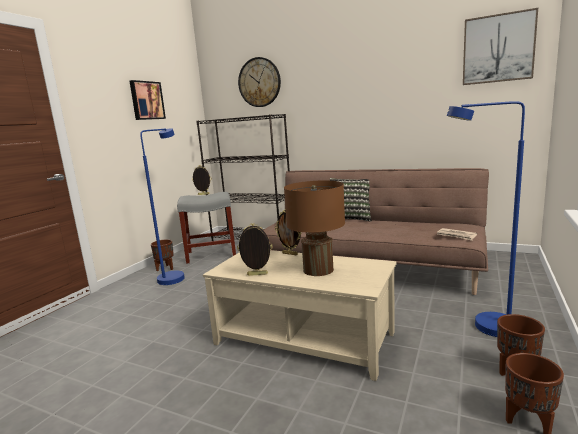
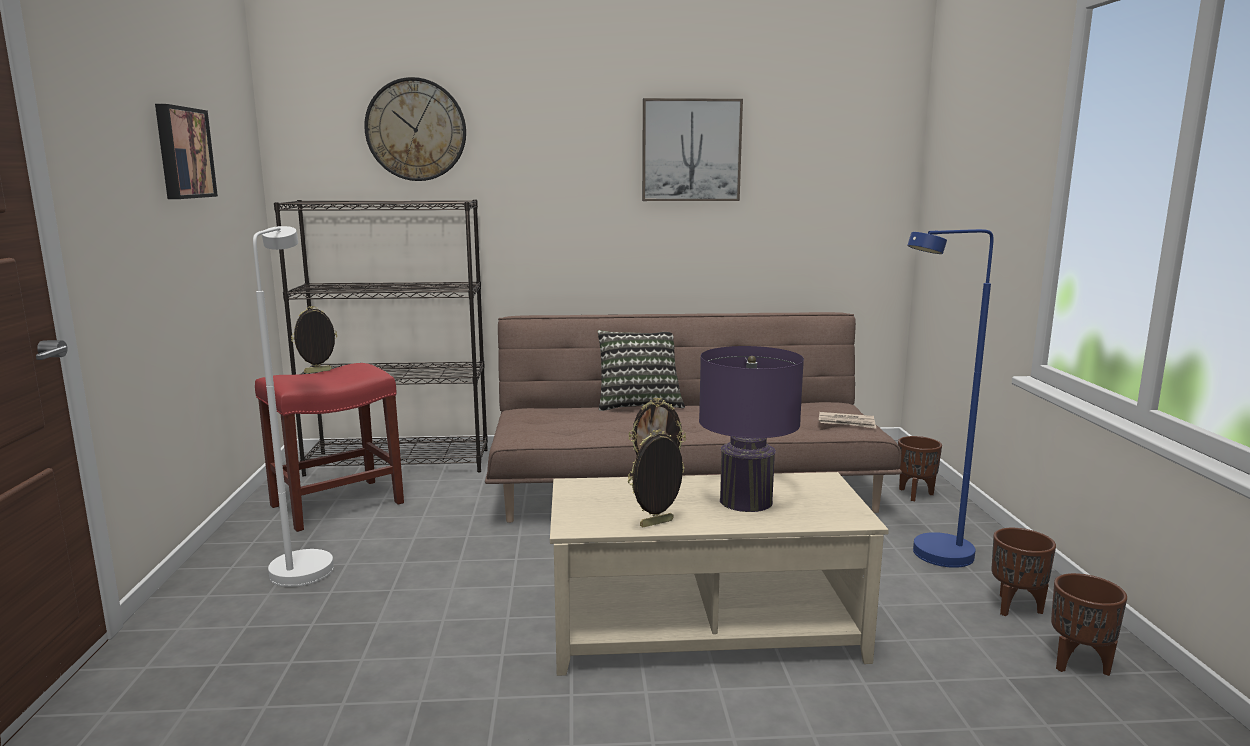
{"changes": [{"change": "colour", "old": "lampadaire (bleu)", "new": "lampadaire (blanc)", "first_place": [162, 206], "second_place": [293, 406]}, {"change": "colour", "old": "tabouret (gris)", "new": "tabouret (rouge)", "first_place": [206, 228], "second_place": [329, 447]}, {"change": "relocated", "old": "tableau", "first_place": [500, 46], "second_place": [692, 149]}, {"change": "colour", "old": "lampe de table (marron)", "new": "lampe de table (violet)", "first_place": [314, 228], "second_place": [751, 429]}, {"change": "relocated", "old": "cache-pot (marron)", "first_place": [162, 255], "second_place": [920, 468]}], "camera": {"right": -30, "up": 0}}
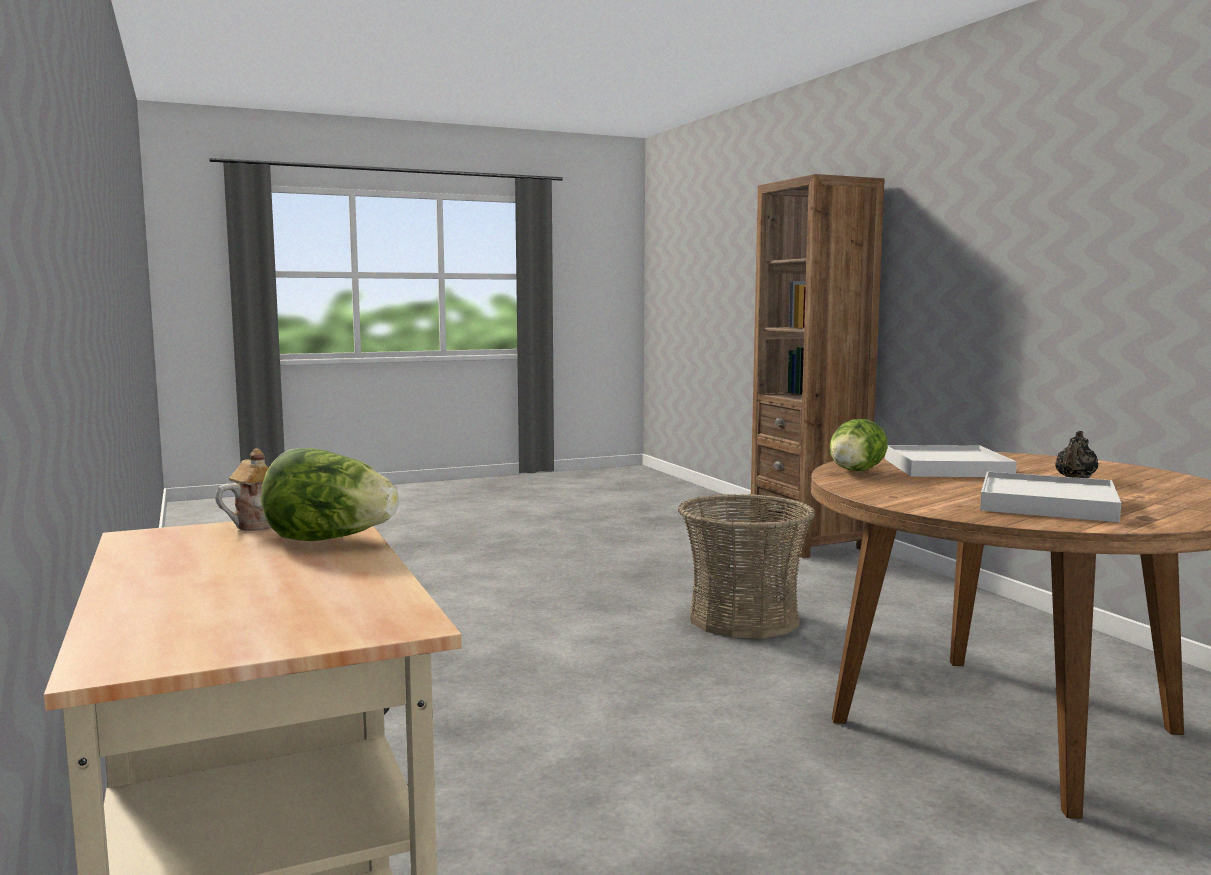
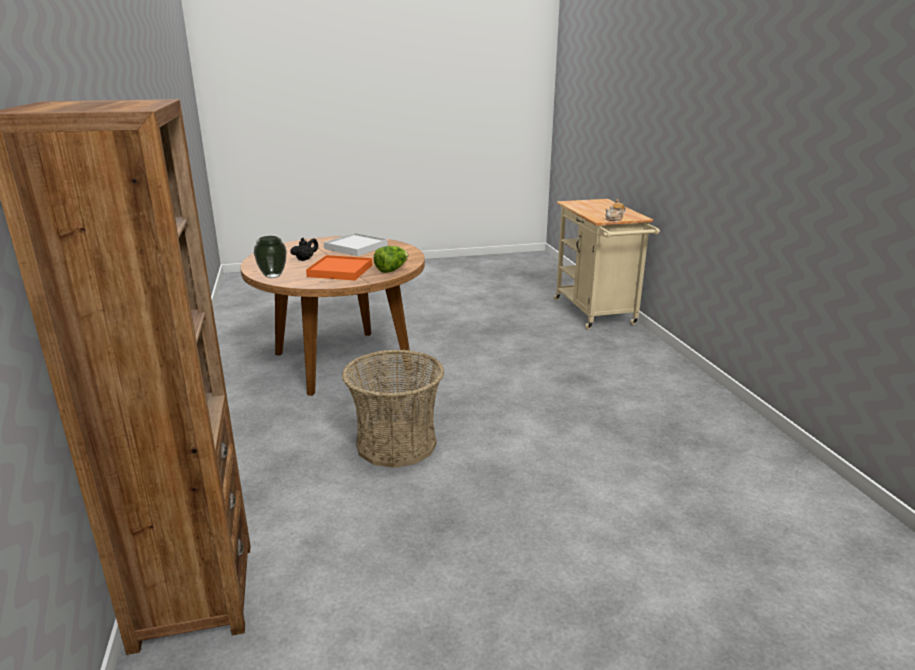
{"changes": [{"change": "appeared", "new": "vase", "second_place": [270, 257]}, {"change": "colour", "old": "plateau (blanc)", "new": "plateau (orange)", "first_place": [951, 461], "second_place": [339, 267]}, {"change": "missing", "old": "laitue", "first_place": [330, 494]}], "camera": {"right": -170, "up": 15}}
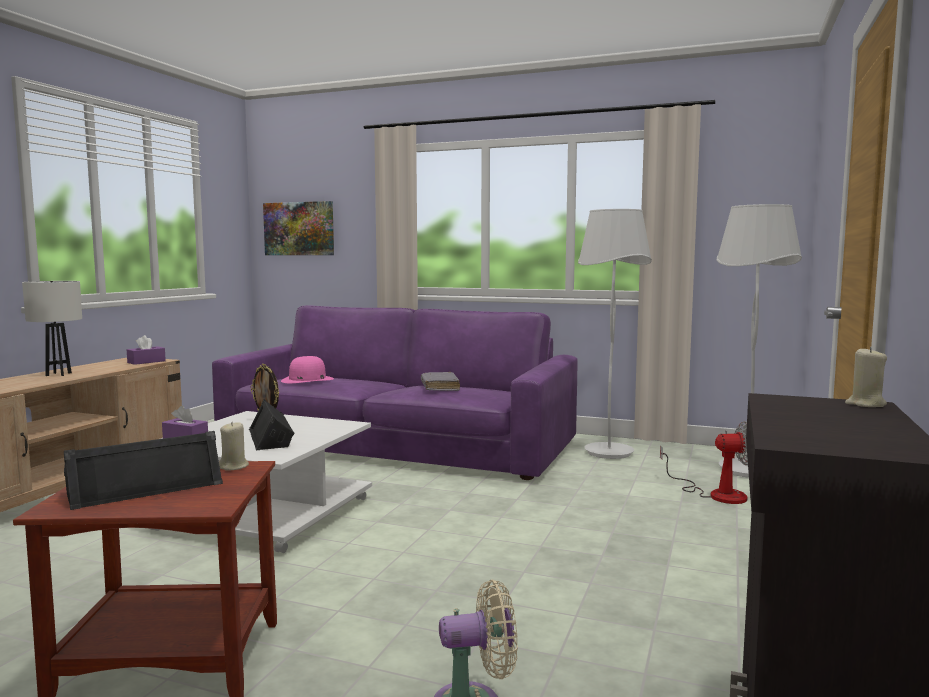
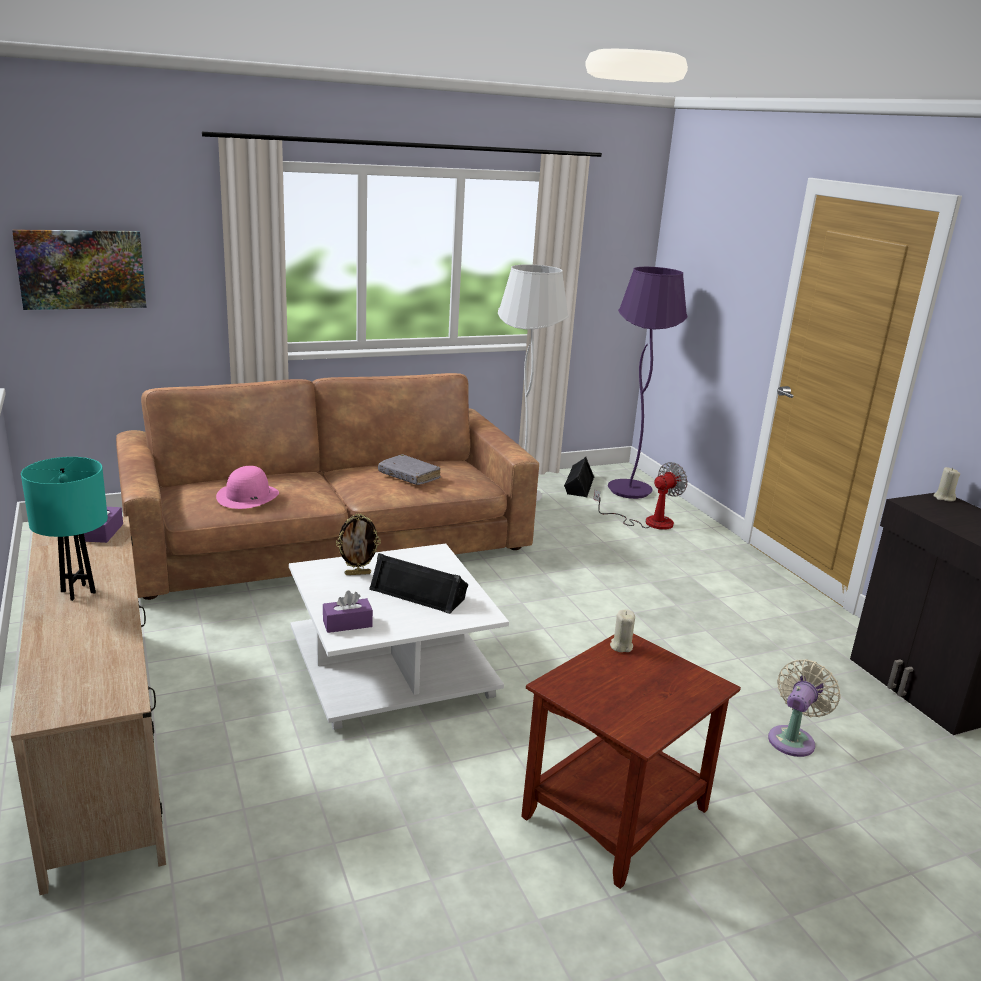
{"changes": [{"change": "colour", "old": "lampe de table (blanc)", "new": "lampe de table (turquoise)", "first_place": [52, 328], "second_place": [64, 529]}, {"change": "colour", "old": "canapé (violet)", "new": "canapé (marron)", "first_place": [395, 392], "second_place": [327, 486]}, {"change": "relocated", "old": "enceinte (noir)", "first_place": [143, 470], "second_place": [579, 477]}, {"change": "colour", "old": "lampadaire (blanc)", "new": "lampadaire (violet)", "first_place": [759, 341], "second_place": [647, 383]}], "camera": {"right": -45, "up": 15}}
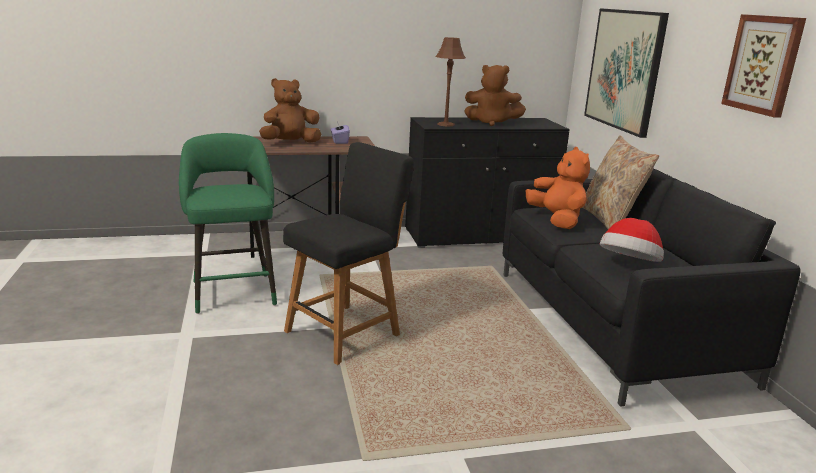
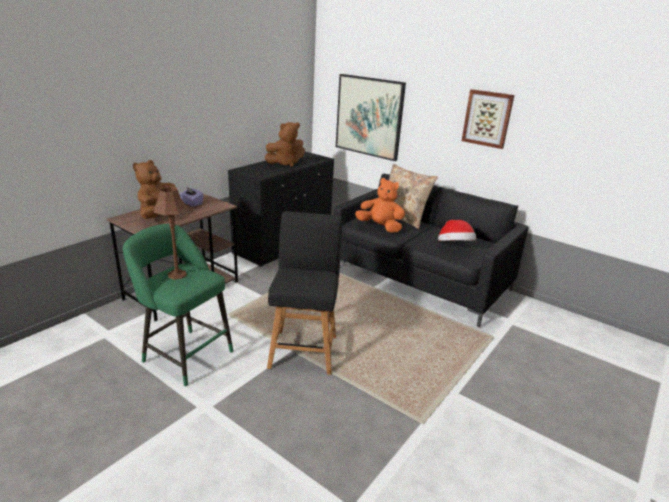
{"changes": [{"change": "relocated", "old": "lampe de table (marron)", "first_place": [450, 82], "second_place": [170, 233]}], "camera": {"right": -40, "up": 5}}
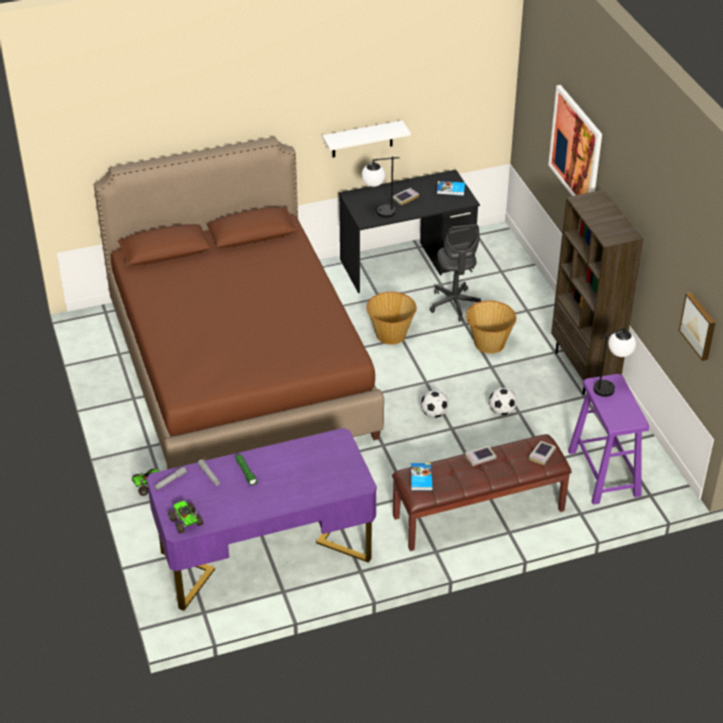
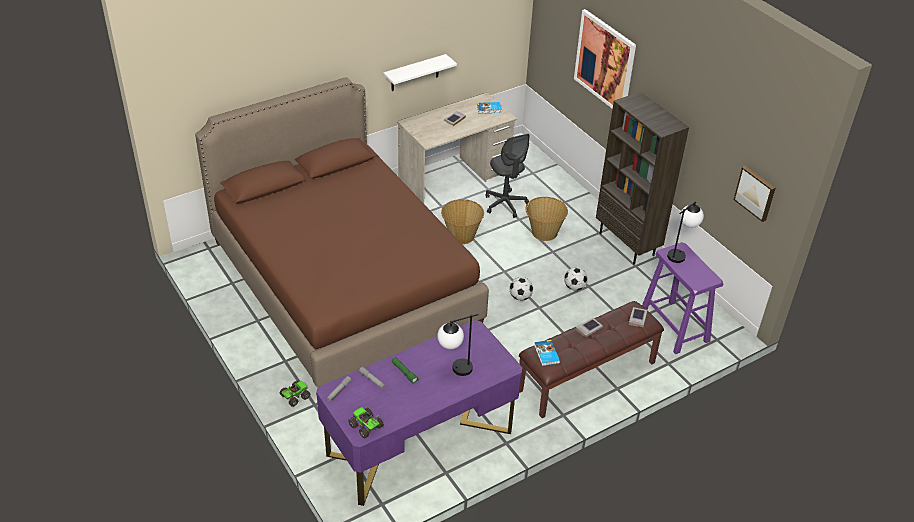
{"changes": [{"change": "colour", "old": "bureau (noir)", "new": "bureau (beige)", "first_place": [409, 231], "second_place": [457, 148]}, {"change": "relocated", "old": "lampe de table", "first_place": [380, 187], "second_place": [458, 345]}], "camera": {"right": -15, "up": 0}}
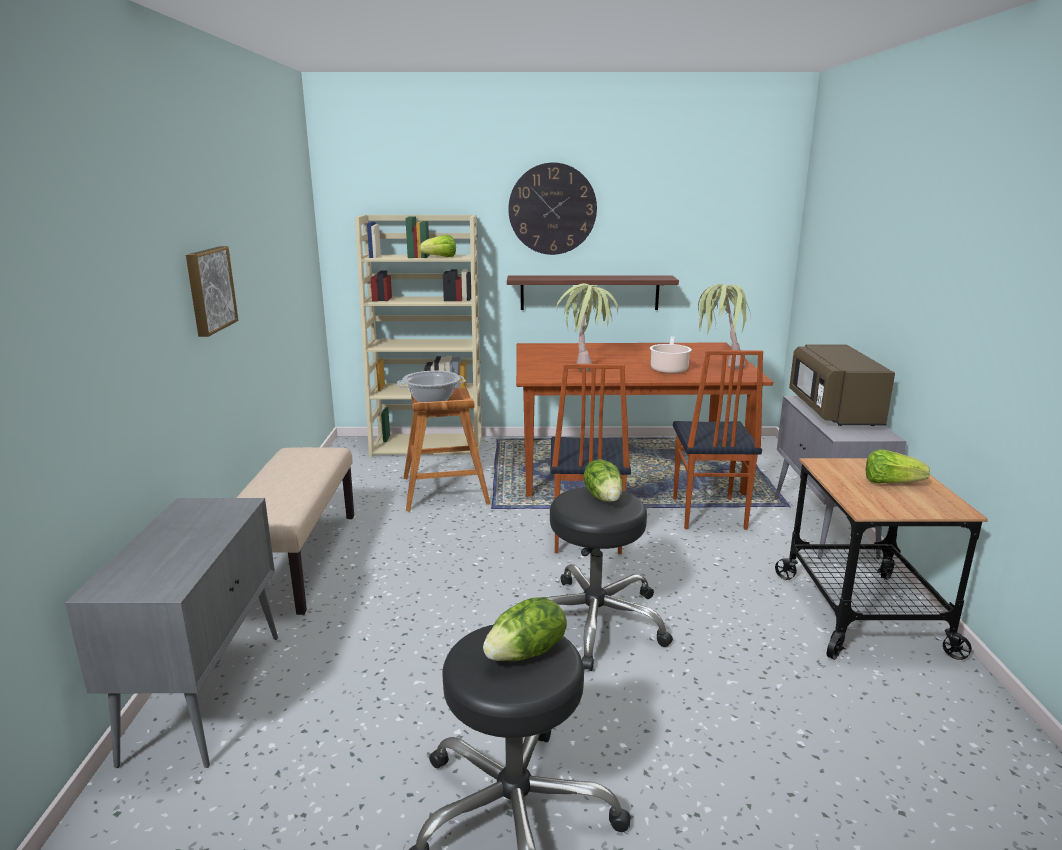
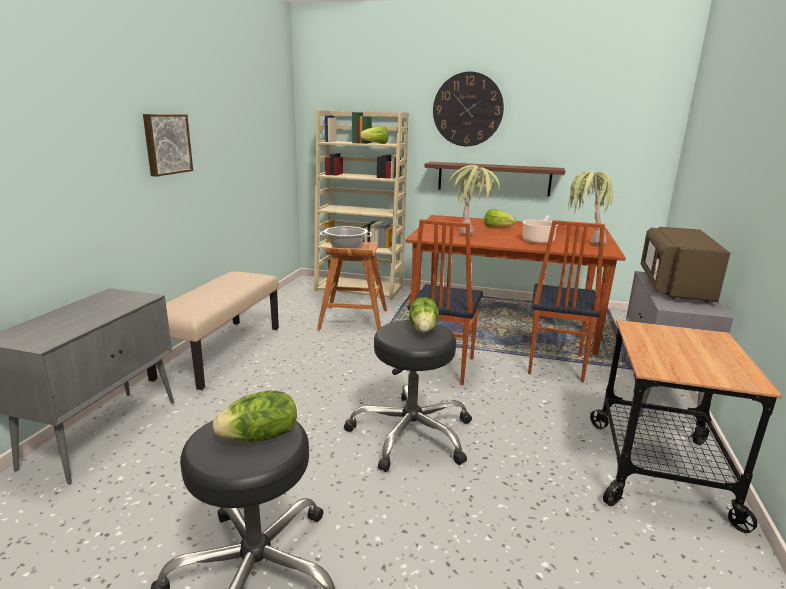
{"changes": [{"change": "relocated", "old": "laitue", "first_place": [898, 466], "second_place": [500, 218]}], "camera": {"right": 15, "up": 0}}
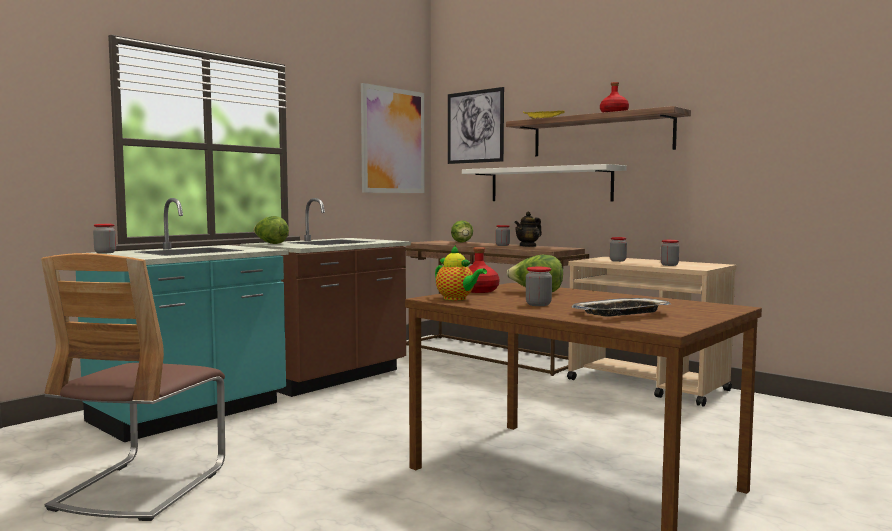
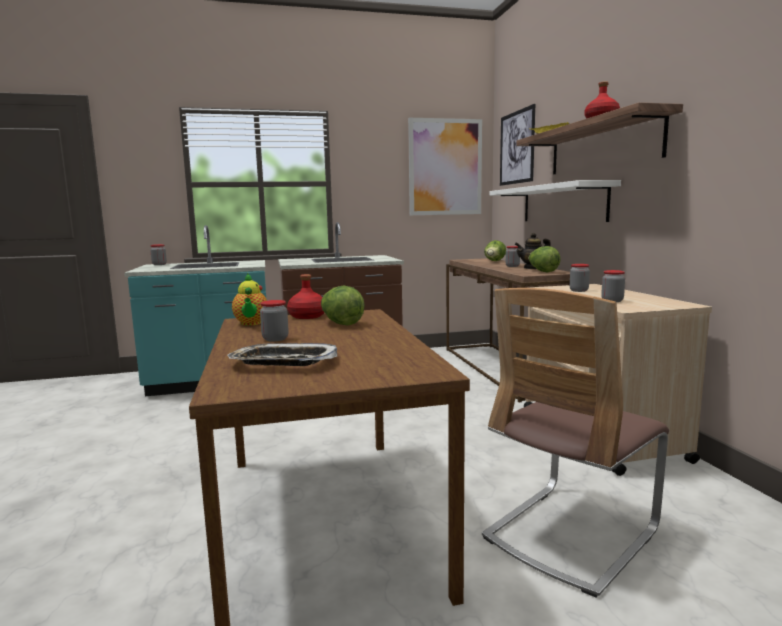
{"changes": [{"change": "relocated", "old": "chaise", "first_place": [133, 387], "second_place": [575, 443]}, {"change": "relocated", "old": "laitue", "first_place": [271, 230], "second_place": [544, 259]}], "camera": {"right": 35, "up": 5}}
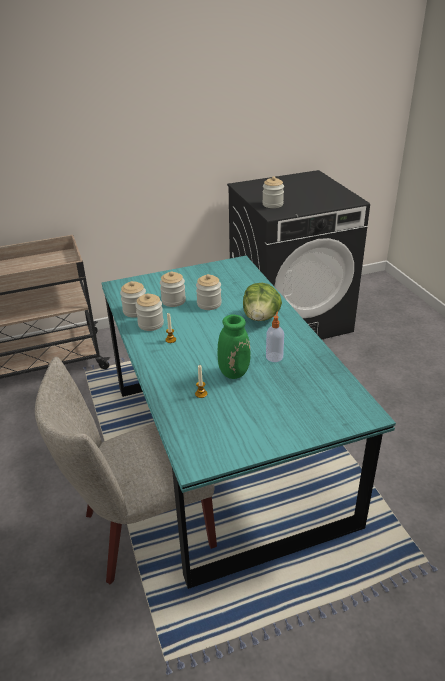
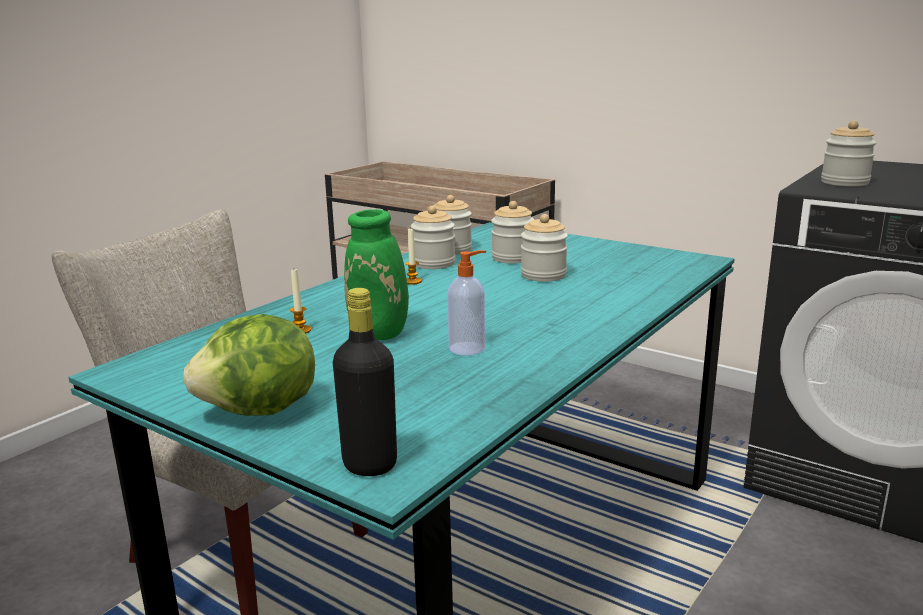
{"changes": [{"change": "relocated", "old": "laitue", "first_place": [262, 302], "second_place": [249, 365]}, {"change": "appeared", "new": "bouteille (noir)", "second_place": [365, 382]}], "camera": {"right": 55, "up": -15}}
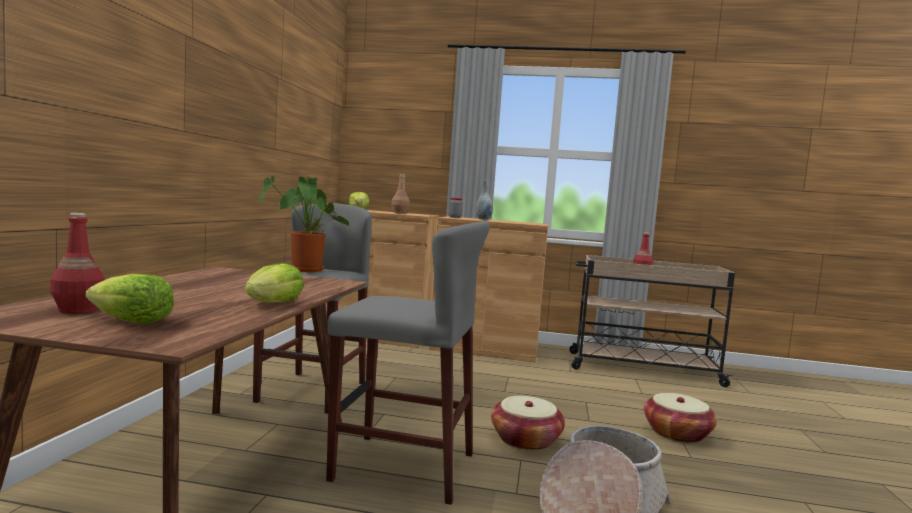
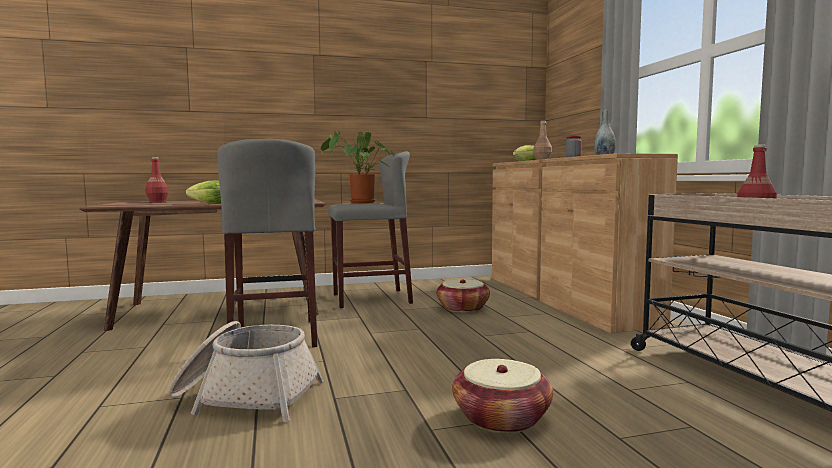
{"changes": [{"change": "relocated", "old": "panier", "first_place": [528, 423], "second_place": [463, 296]}, {"change": "missing", "old": "laitue", "first_place": [130, 299]}], "camera": {"right": 65, "up": 0}}
